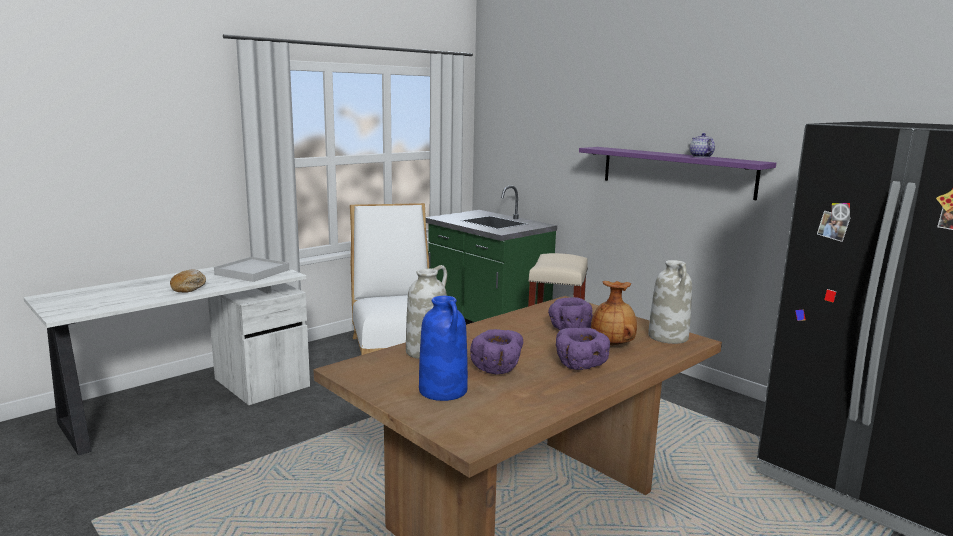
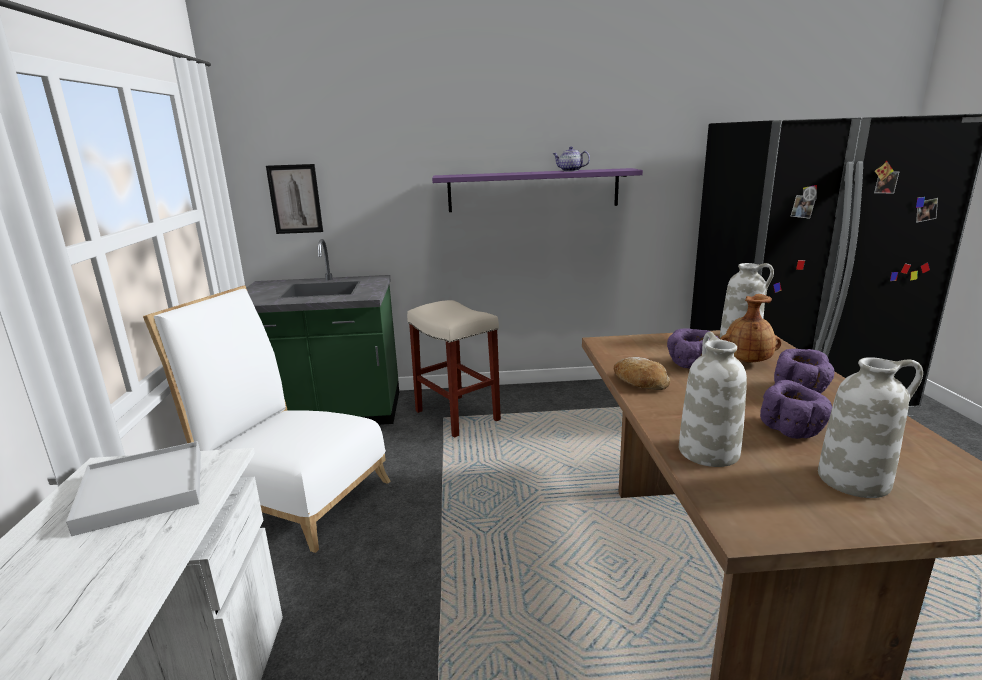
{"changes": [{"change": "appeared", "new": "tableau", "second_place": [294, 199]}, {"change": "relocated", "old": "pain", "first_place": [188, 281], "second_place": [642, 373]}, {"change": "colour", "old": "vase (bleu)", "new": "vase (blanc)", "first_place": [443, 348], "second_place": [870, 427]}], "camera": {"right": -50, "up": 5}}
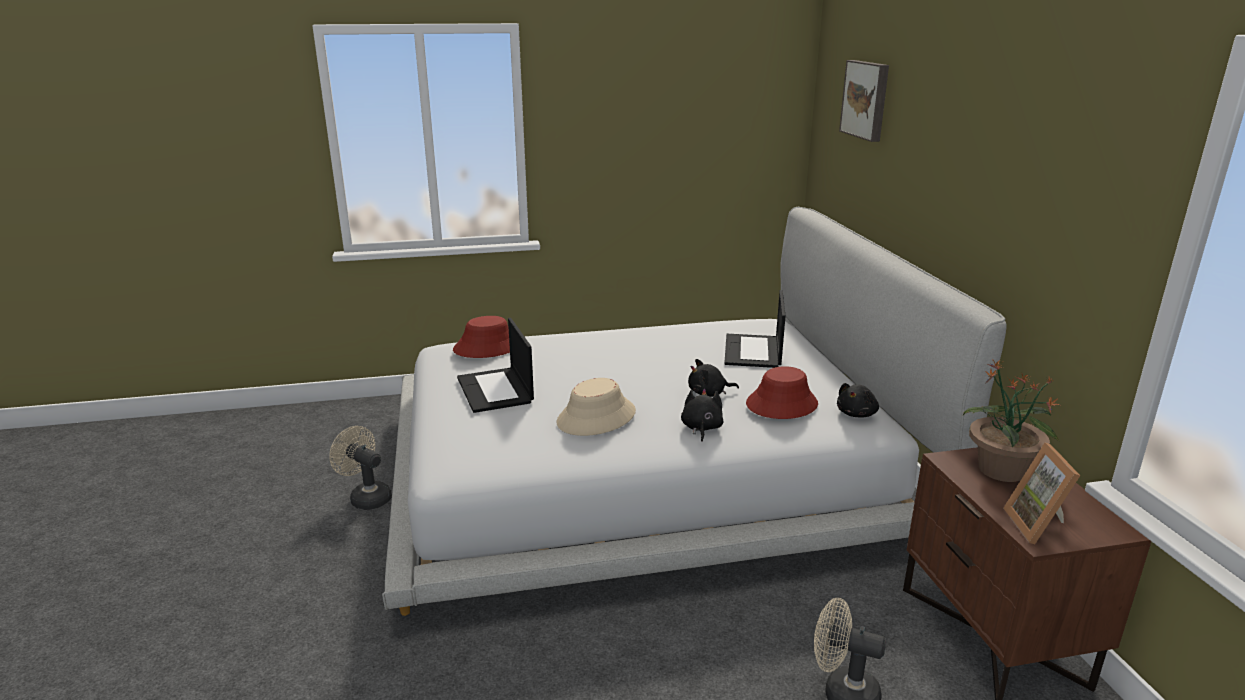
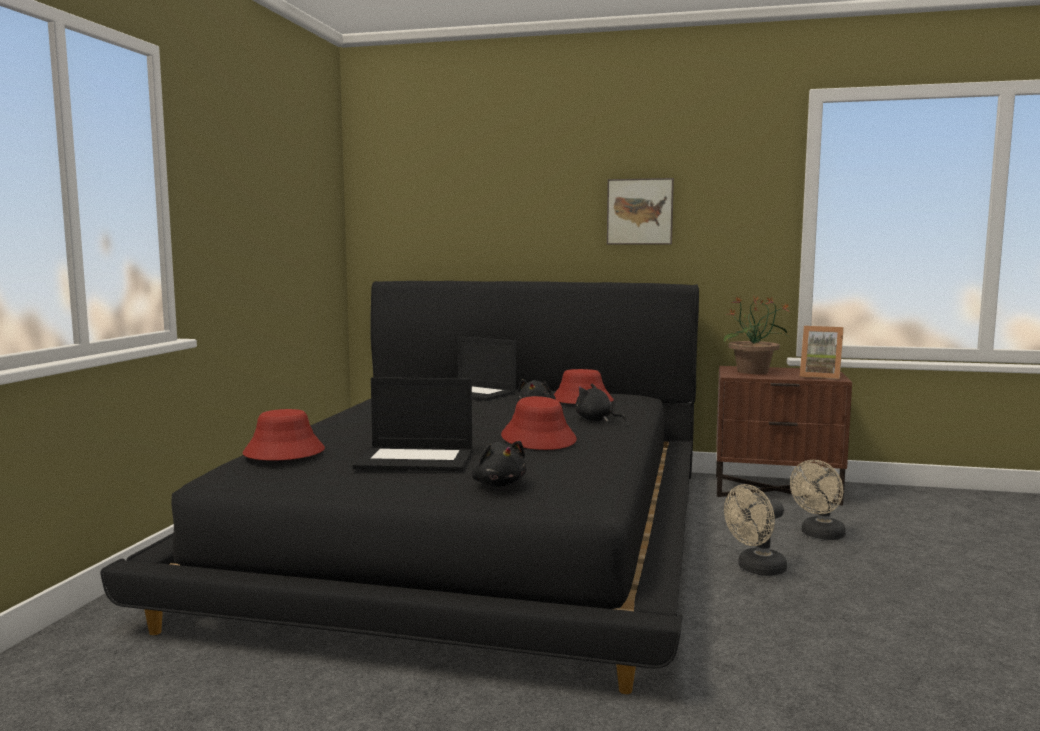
{"changes": [{"change": "colour", "old": "lit (blanc)", "new": "lit (noir)", "first_place": [694, 411], "second_place": [399, 487]}, {"change": "relocated", "old": "peluche (noir)", "first_place": [858, 400], "second_place": [499, 463]}, {"change": "colour", "old": "chapeau (beige)", "new": "chapeau (rouge)", "first_place": [596, 407], "second_place": [539, 423]}, {"change": "relocated", "old": "tableau", "first_place": [864, 101], "second_place": [640, 211]}, {"change": "relocated", "old": "ventilateur (beige)", "first_place": [360, 468], "second_place": [755, 530]}], "camera": {"right": -65, "up": -15}}
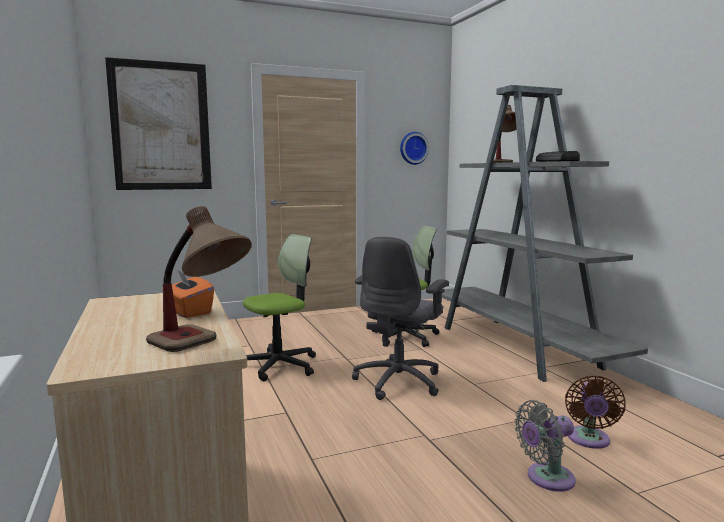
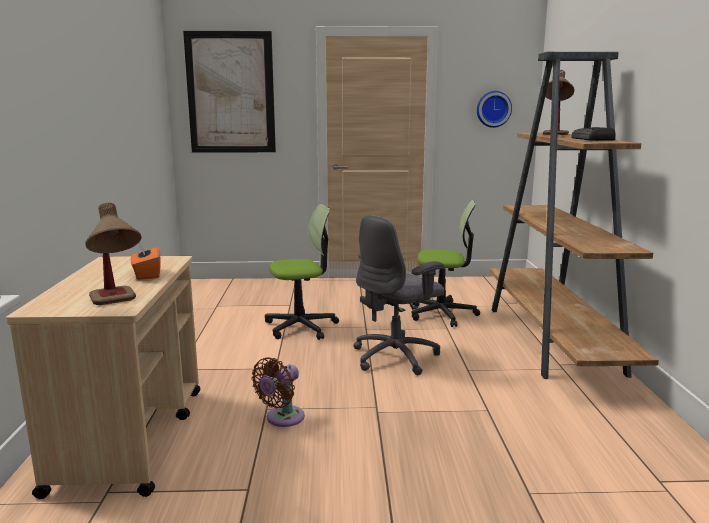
{"changes": [{"change": "relocated", "old": "ventilateur (marron)", "first_place": [595, 412], "second_place": [278, 392]}, {"change": "colour", "old": "bibliothèque (gris)", "new": "bibliothèque (marron)", "first_place": [545, 233], "second_place": [574, 215]}, {"change": "missing", "old": "ventilateur (gris)", "first_place": [545, 445]}], "camera": {"right": 20, "up": 5}}
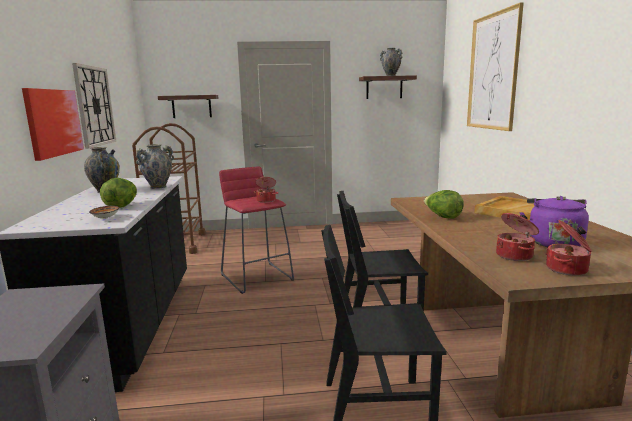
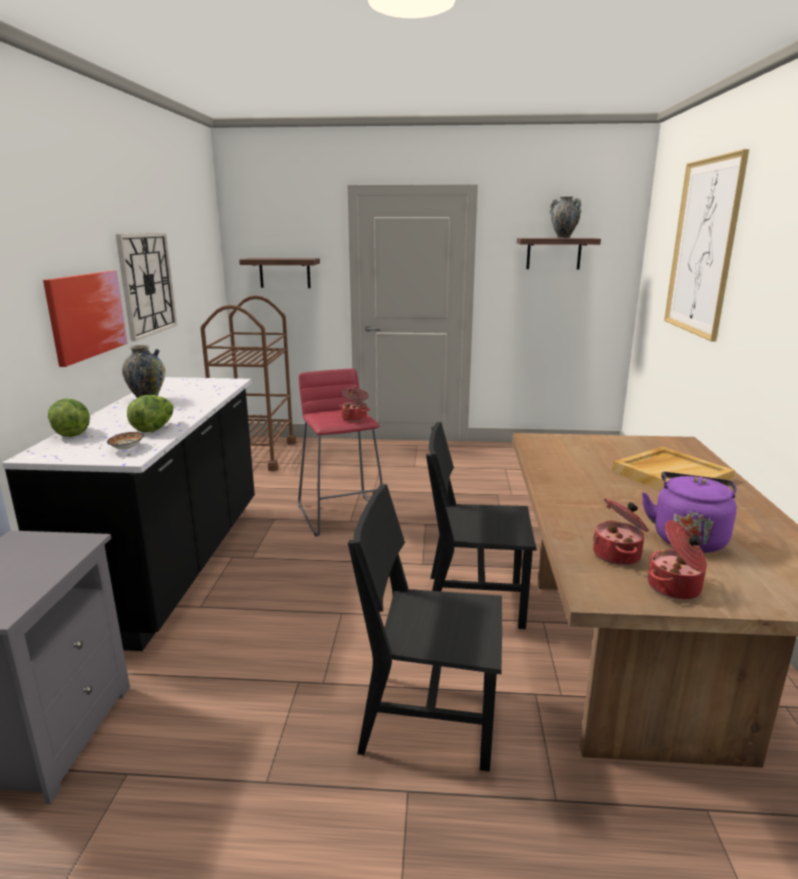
{"changes": [{"change": "relocated", "old": "laitue", "first_place": [444, 204], "second_place": [69, 417]}, {"change": "missing", "old": "vase", "first_place": [154, 166]}], "camera": {"right": 10, "up": 5}}
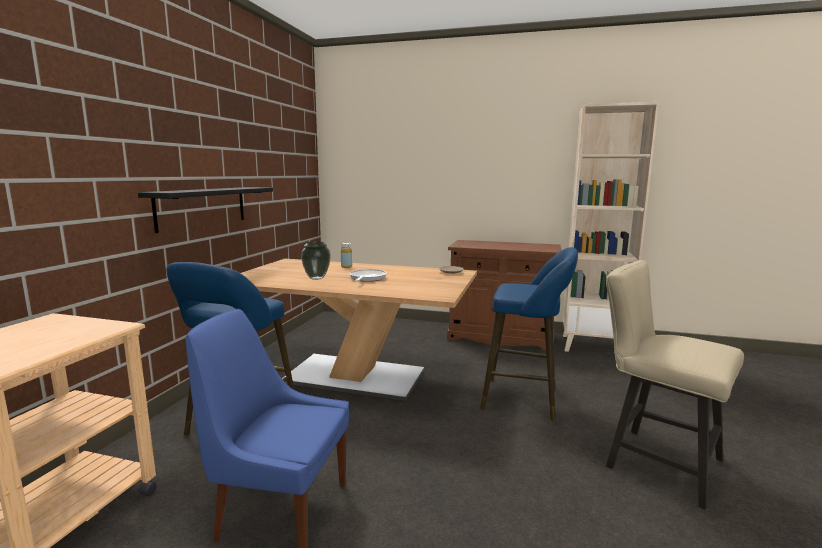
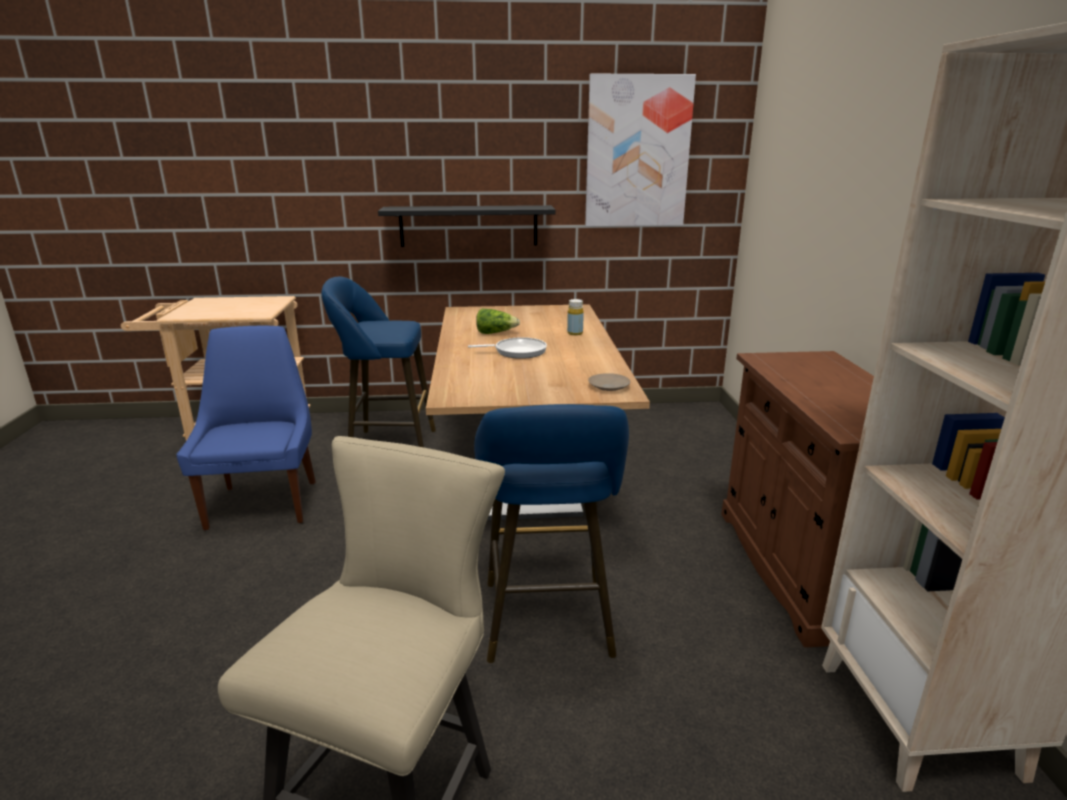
{"changes": [{"change": "exchanged", "old": "vase", "new": "laitue", "first_place": [316, 261], "second_place": [498, 321]}, {"change": "appeared", "new": "tableau", "second_place": [640, 150]}], "camera": {"right": 70, "up": 10}}
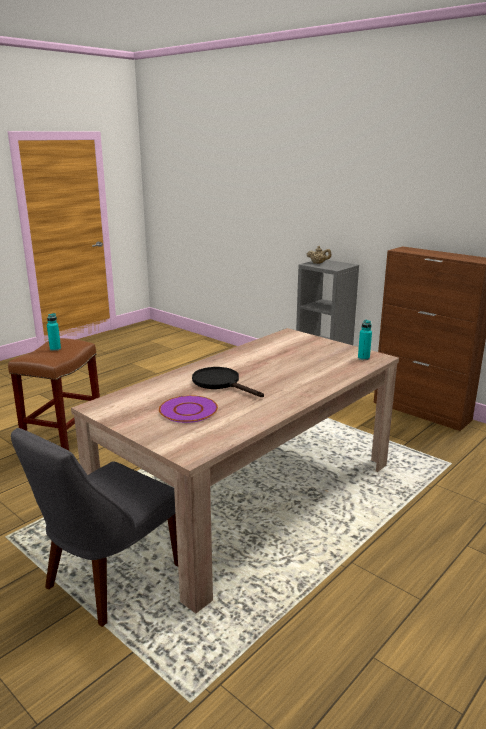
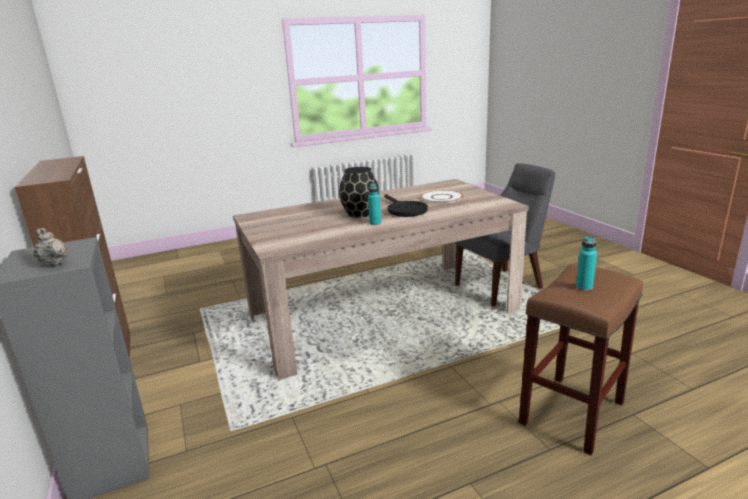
{"changes": [{"change": "appeared", "new": "vase (noir)", "second_place": [359, 192]}, {"change": "relocated", "old": "bouteille (turquoise)", "first_place": [365, 340], "second_place": [374, 204]}, {"change": "colour", "old": "assiette (violet)", "new": "assiette (blanc)", "first_place": [188, 409], "second_place": [442, 196]}], "camera": {"right": -155, "up": 0}}
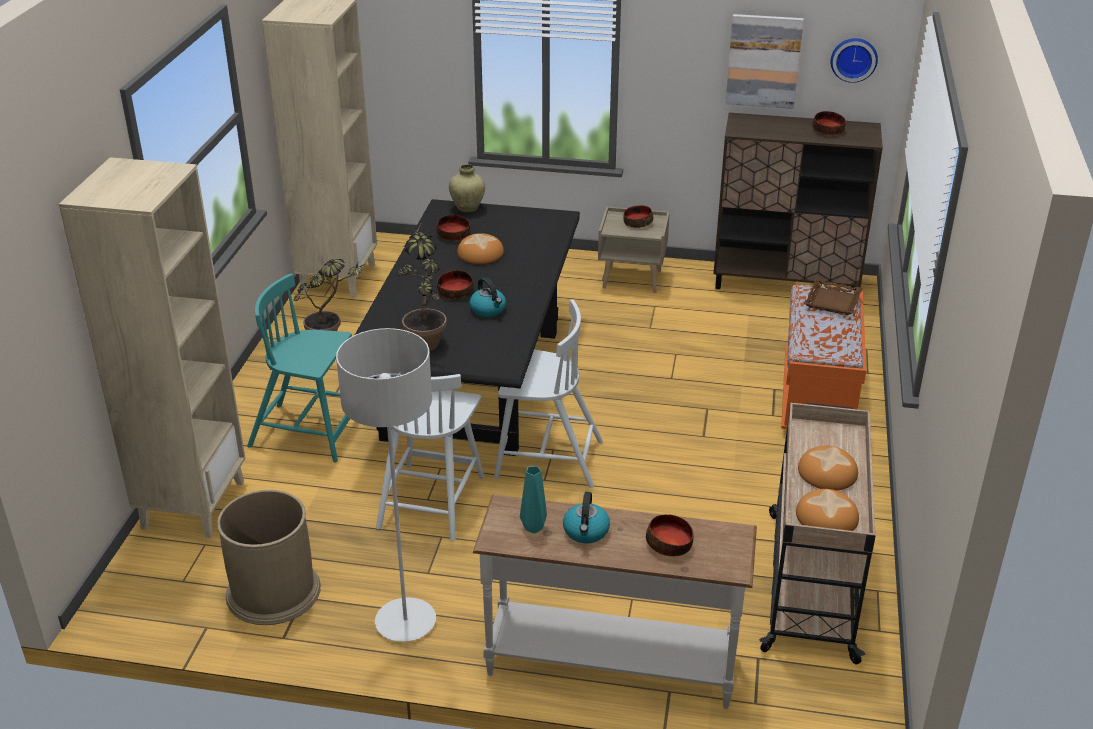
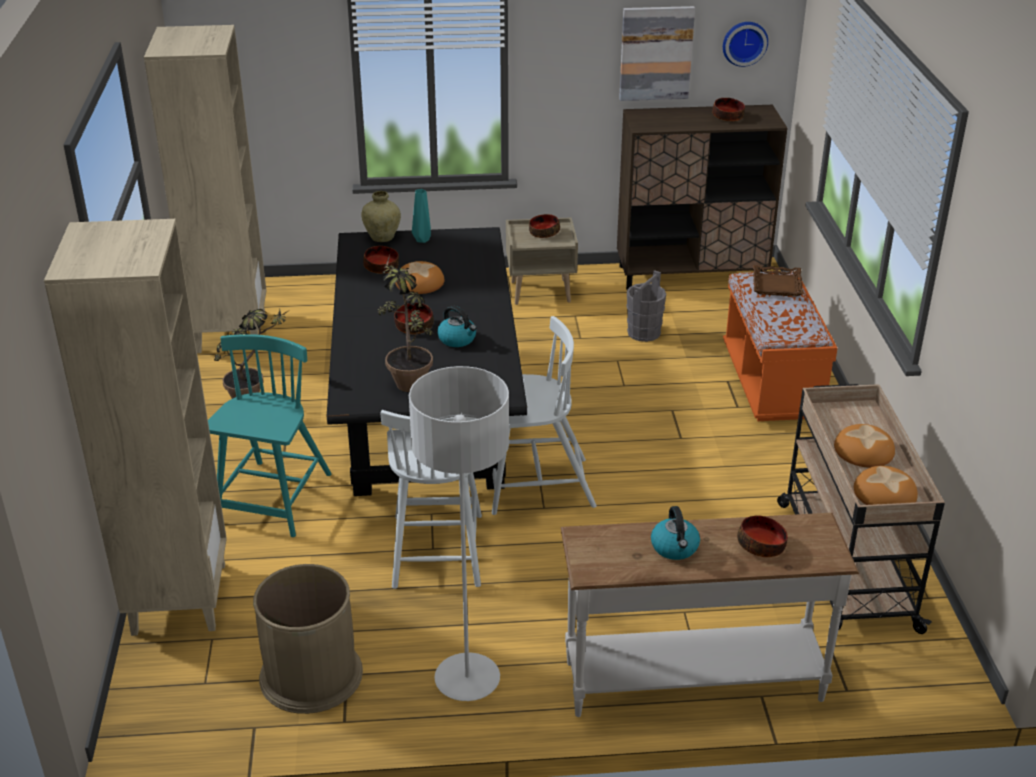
{"changes": [{"change": "spun", "old": "chaise (turquoise)", "first_place": [299, 368], "second_place": [270, 435], "degrees": 105}, {"change": "relocated", "old": "vase (turquoise)", "first_place": [533, 500], "second_place": [421, 216]}, {"change": "appeared", "new": "seau (gris)", "second_place": [646, 306]}], "camera": {"right": -15, "up": 0}}
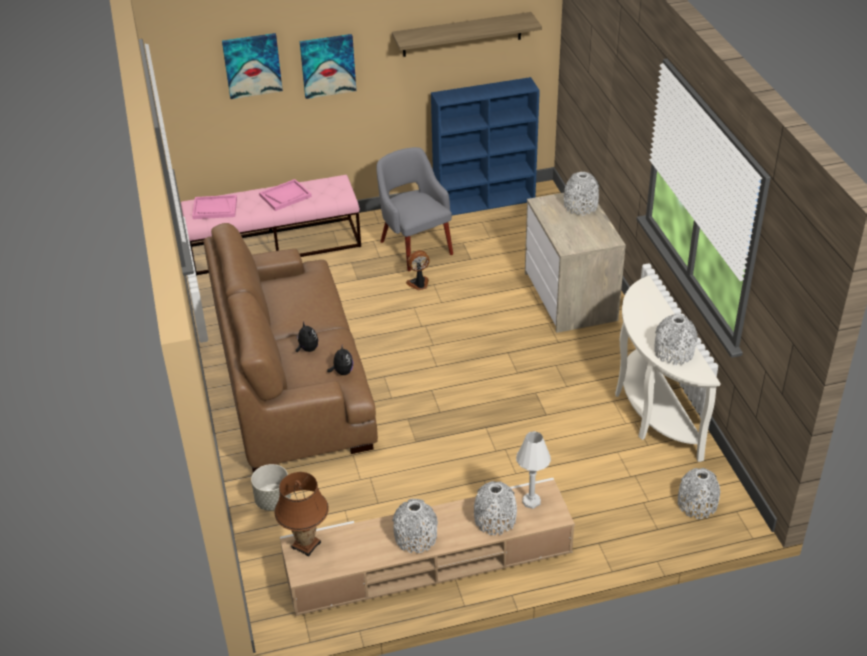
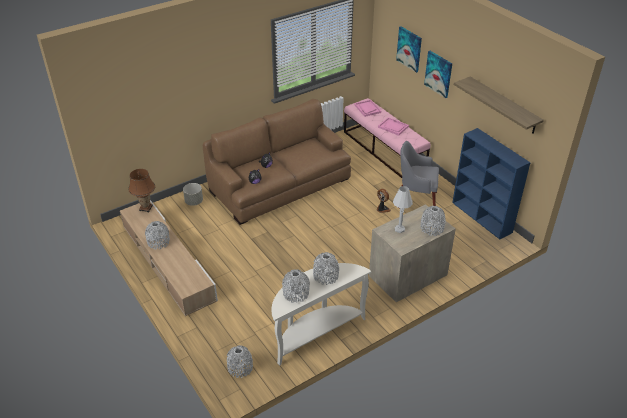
{"changes": [{"change": "relocated", "old": "vase (gris)", "first_place": [495, 508], "second_place": [326, 268]}, {"change": "relocated", "old": "lampe de table (blanc)", "first_place": [533, 470], "second_place": [403, 209]}, {"change": "spun", "old": "fauteuil (gris)", "first_place": [414, 209], "second_place": [419, 173], "degrees": -120}], "camera": {"right": 70, "up": 0}}
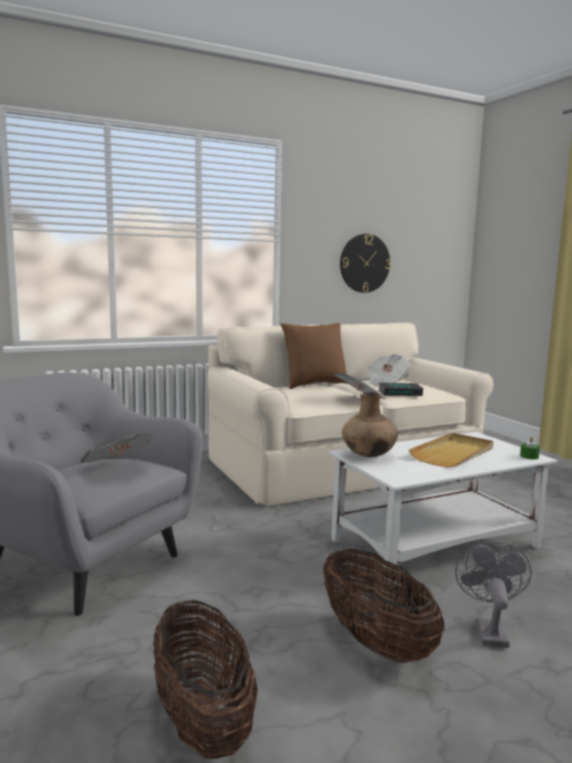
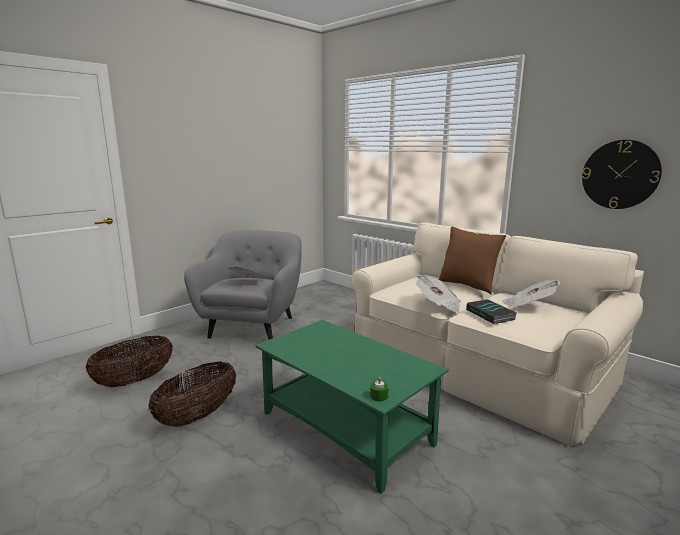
{"changes": [{"change": "colour", "old": "table basse (blanc)", "new": "table basse (vert)", "first_place": [442, 508], "second_place": [351, 407]}, {"change": "missing", "old": "vase (marron)", "first_place": [370, 424]}, {"change": "missing", "old": "plateau (beige)", "first_place": [451, 450]}, {"change": "missing", "old": "ventilateur (gris)", "first_place": [493, 595]}], "camera": {"right": 70, "up": 5}}
